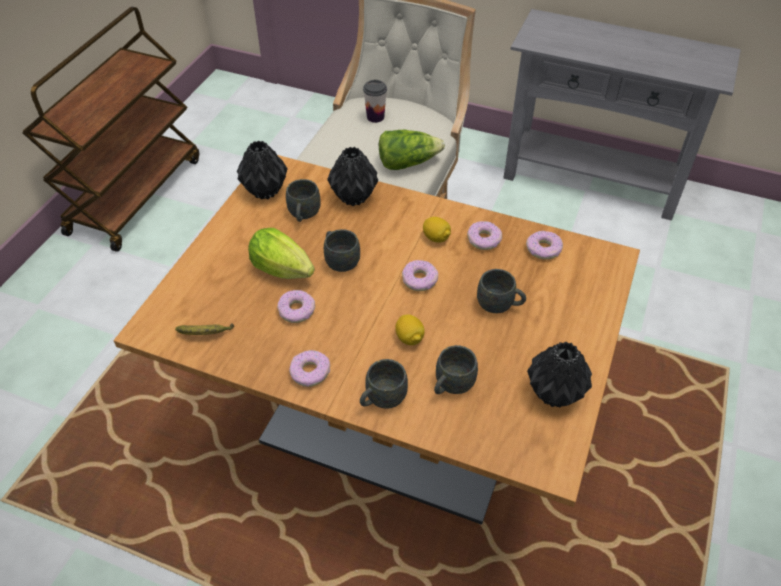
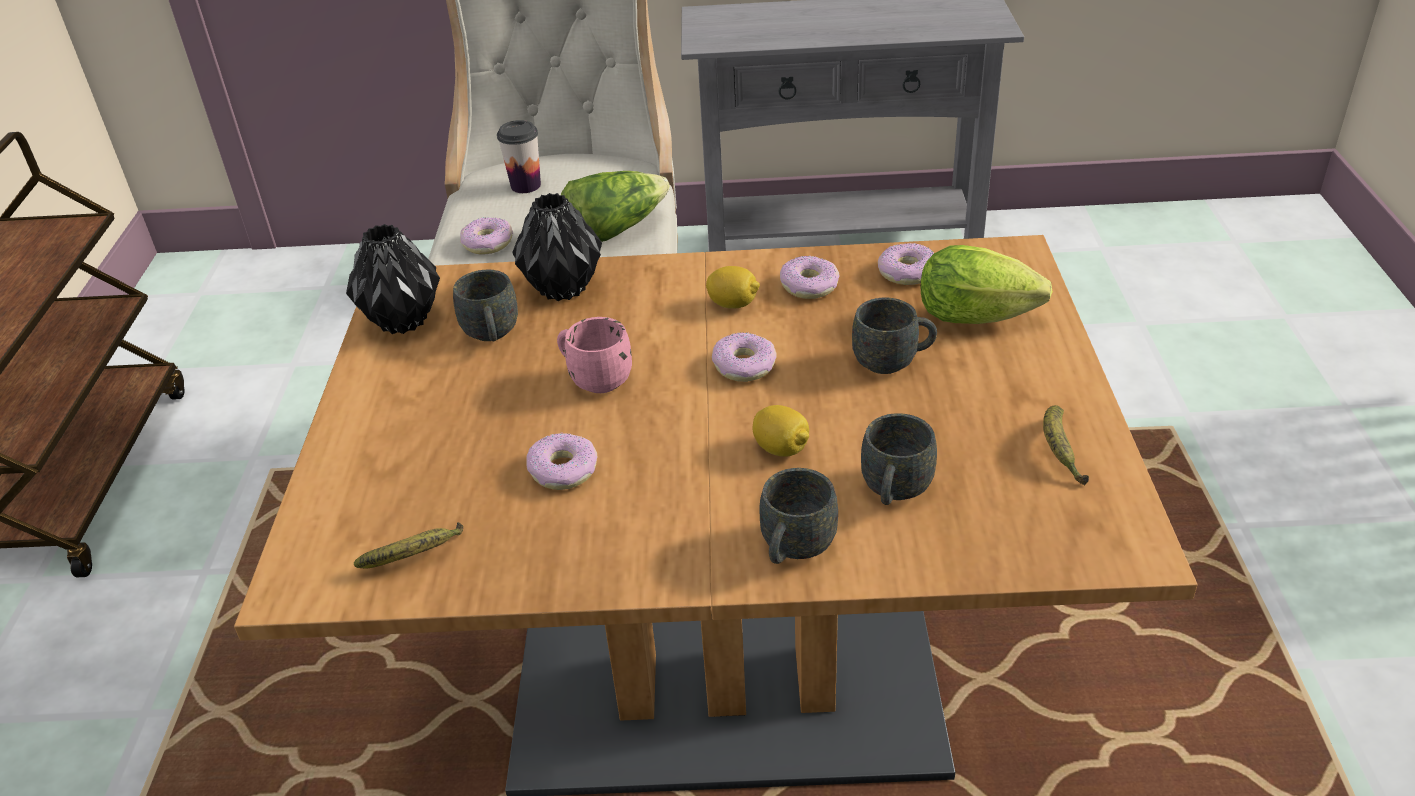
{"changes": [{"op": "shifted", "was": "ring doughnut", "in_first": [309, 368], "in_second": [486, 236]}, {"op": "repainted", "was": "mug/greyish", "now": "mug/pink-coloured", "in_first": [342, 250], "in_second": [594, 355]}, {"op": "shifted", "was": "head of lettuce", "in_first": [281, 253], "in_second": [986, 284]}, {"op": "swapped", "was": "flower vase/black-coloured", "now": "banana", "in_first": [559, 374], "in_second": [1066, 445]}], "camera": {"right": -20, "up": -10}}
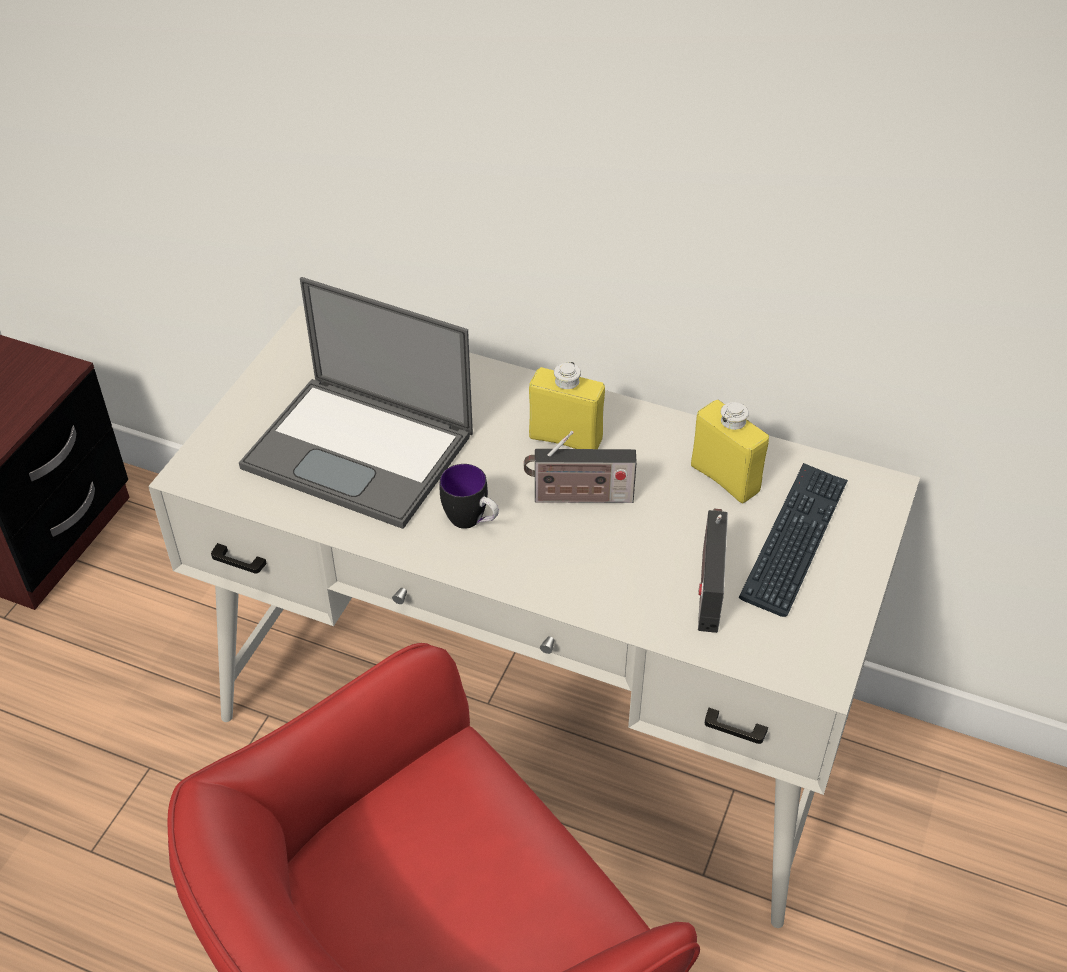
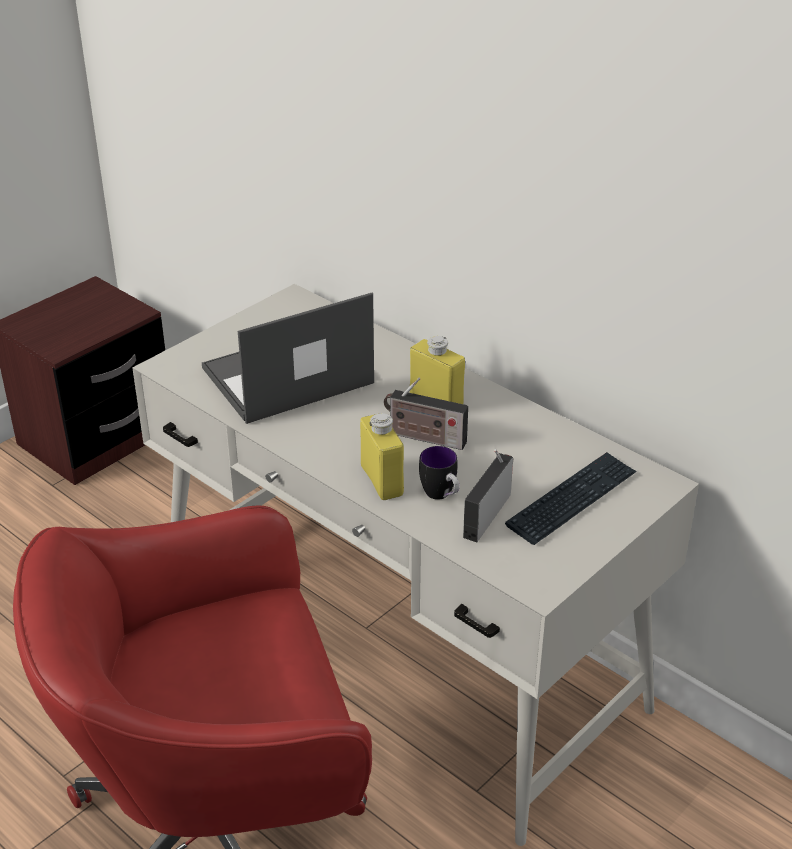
{"changes": [{"op": "rotated", "was": "portable computer", "in_first": [356, 403], "in_second": [288, 358], "clockwise": 105}, {"op": "shifted", "was": "beverage bottle/yellow-coloured", "in_first": [730, 451], "in_second": [382, 456]}, {"op": "shifted", "was": "mug", "in_first": [469, 496], "in_second": [439, 473]}], "camera": {"right": 20, "up": -10}}
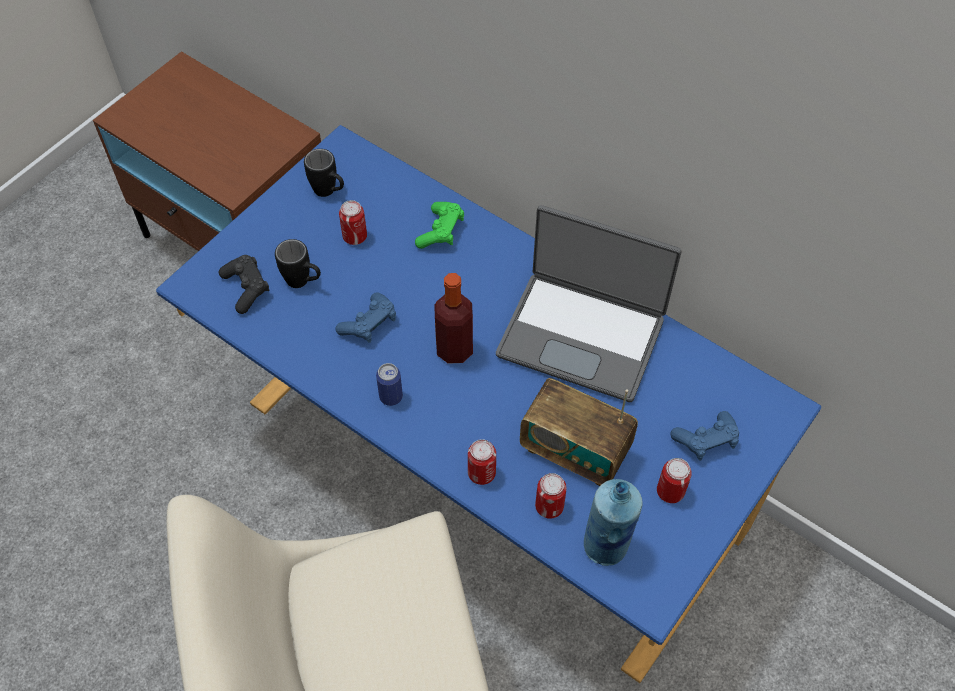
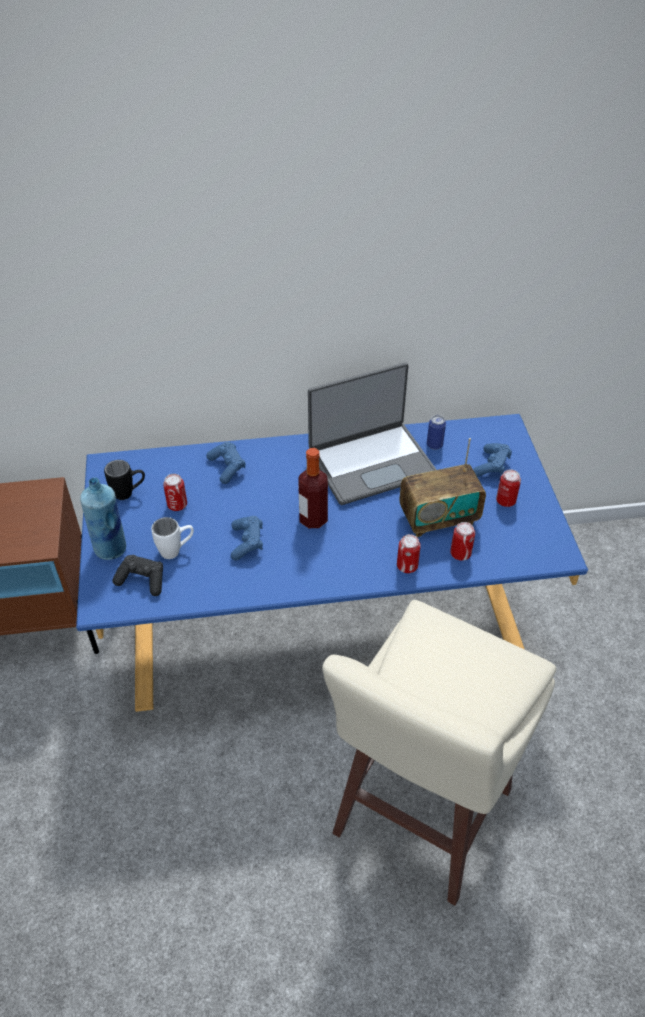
{"changes": [{"op": "shifted", "was": "beverage bottle/bluish", "in_first": [613, 522], "in_second": [103, 519]}, {"op": "repainted", "was": "mug/black-coloured", "now": "mug/white", "in_first": [298, 263], "in_second": [172, 538]}, {"op": "repainted", "was": "game controller/greenish", "now": "game controller/bluish", "in_first": [439, 225], "in_second": [226, 463]}, {"op": "shifted", "was": "can", "in_first": [389, 384], "in_second": [436, 432]}], "camera": {"right": -45, "up": -10}}
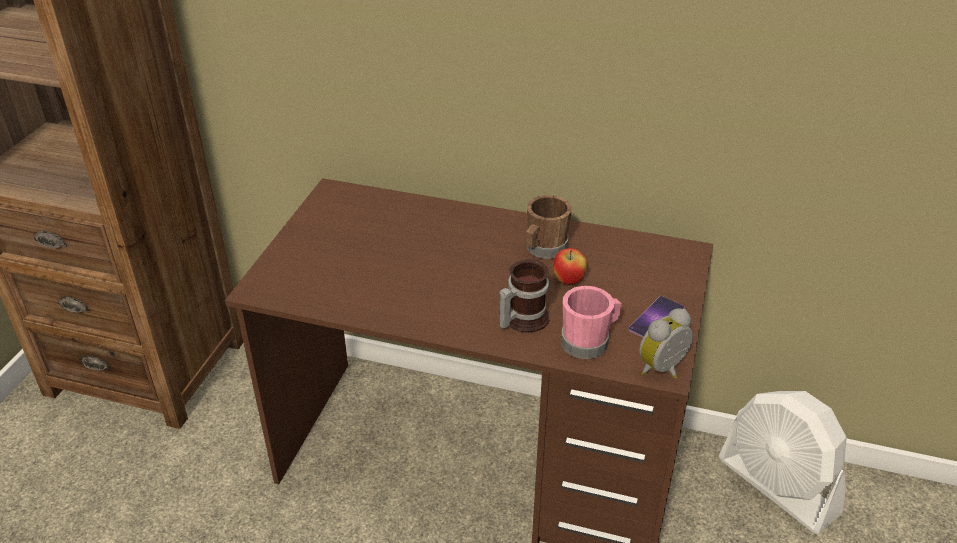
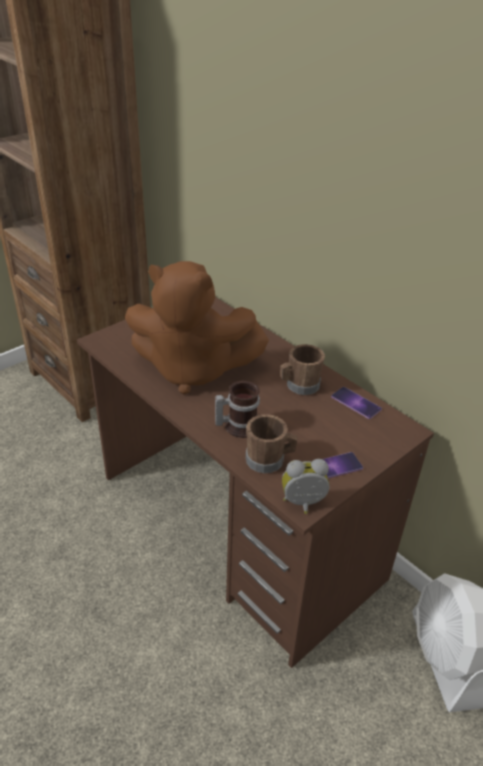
{"changes": [{"op": "new", "now": "plush toy/brown", "in_second": [197, 328]}, {"op": "repainted", "was": "mug/pink-coloured", "now": "mug/brown", "in_first": [591, 322], "in_second": [271, 443]}, {"op": "new", "now": "handset", "in_second": [356, 403]}, {"op": "gone", "was": "whole apple", "in_first": [570, 266]}], "camera": {"right": 30, "up": 0}}
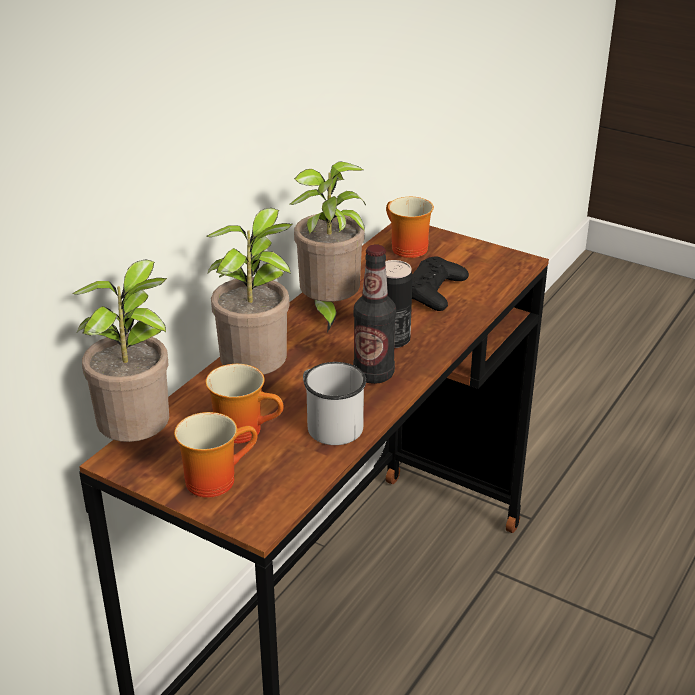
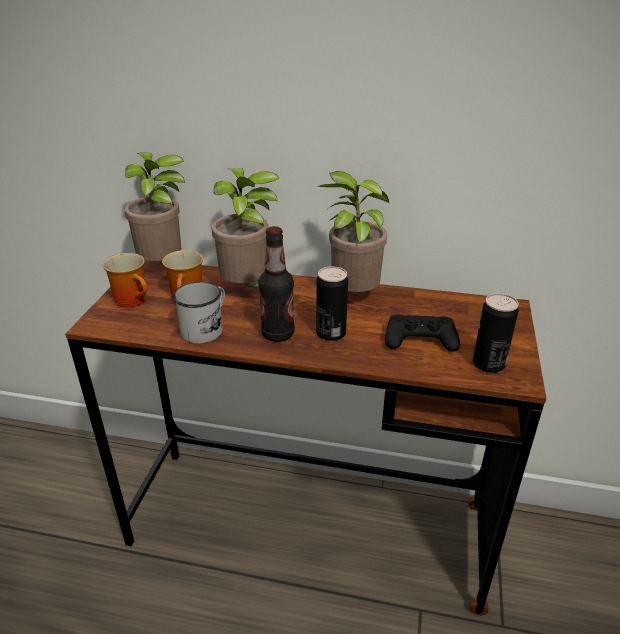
{"changes": [{"op": "new", "now": "can", "in_second": [496, 333]}, {"op": "gone", "was": "mug", "in_first": [410, 227]}], "camera": {"right": 70, "up": 0}}
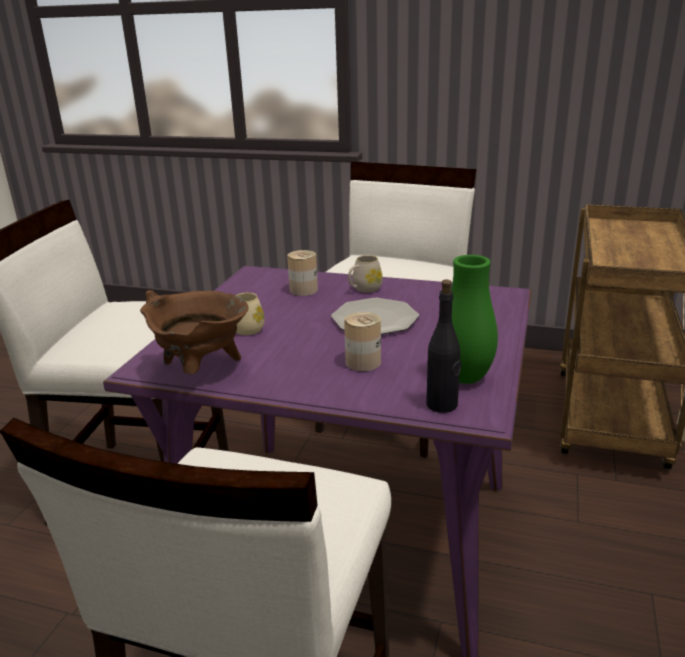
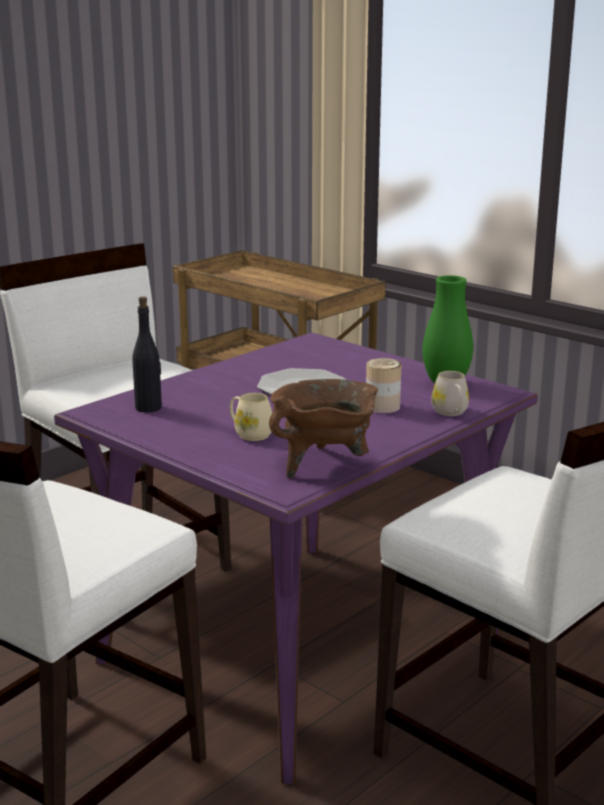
{"changes": [{"op": "shifted", "was": "beverage bottle/black-coloured", "in_first": [443, 346], "in_second": [147, 354]}, {"op": "shifted", "was": "mug/white", "in_first": [365, 274], "in_second": [450, 393]}, {"op": "gone", "was": "can", "in_first": [302, 273]}], "camera": {"right": -65, "up": -5}}
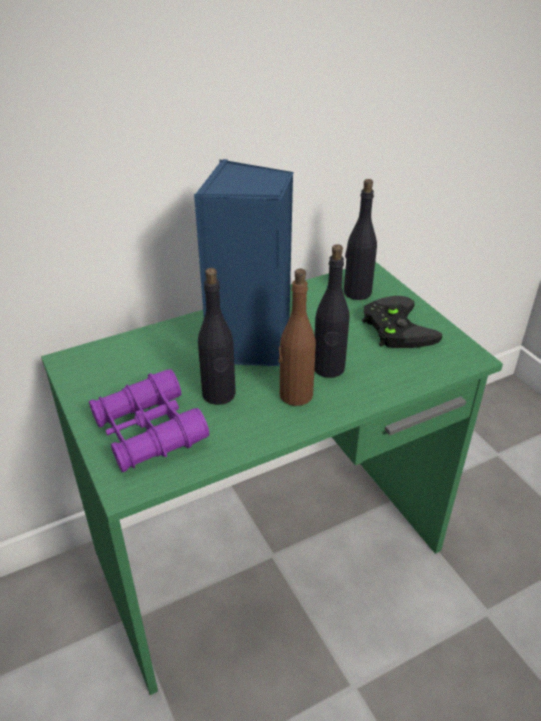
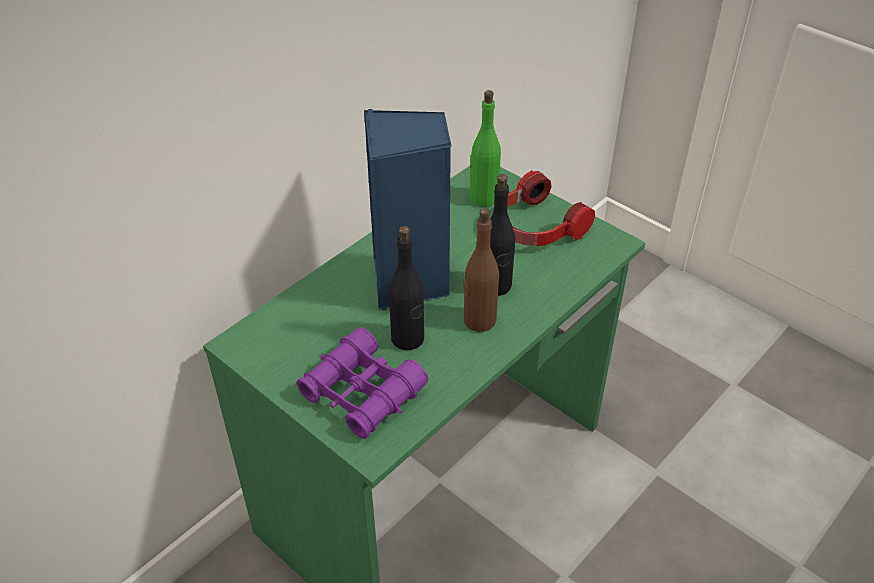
{"changes": [{"op": "repainted", "was": "beverage bottle/black-coloured", "now": "beverage bottle/greenish", "in_first": [360, 239], "in_second": [485, 148]}, {"op": "swapped", "was": "game controller/black-coloured", "now": "pair of headphones", "in_first": [402, 322], "in_second": [551, 208]}], "camera": {"right": -20, "up": 5}}
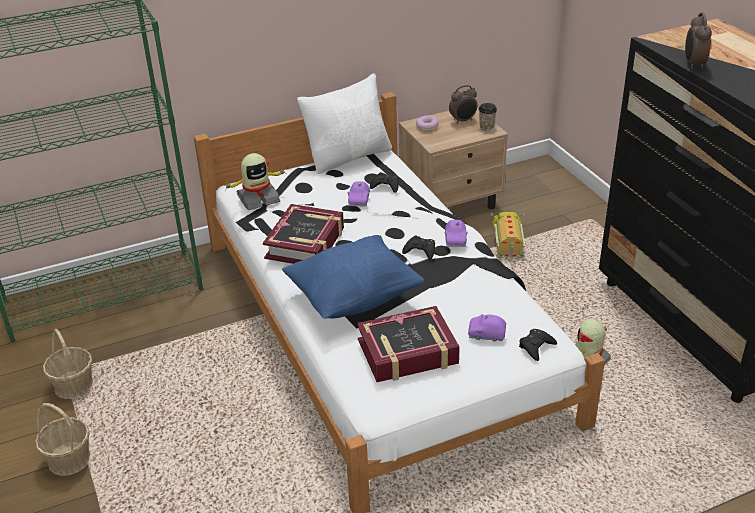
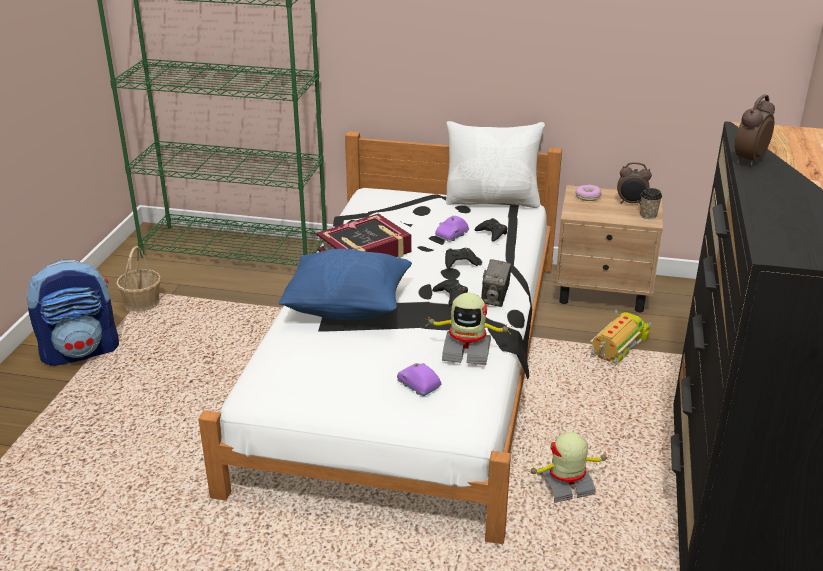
{"changes": [{"op": "swapped", "was": "household basket", "now": "backpack", "in_first": [62, 439], "in_second": [72, 312]}, {"op": "shifted", "was": "model robot", "in_first": [256, 181], "in_second": [468, 329]}, {"op": "shifted", "was": "game controller/black-coloured", "in_first": [538, 345], "in_second": [462, 258]}, {"op": "swapped", "was": "miniature car/purplish", "now": "still camera", "in_first": [456, 233], "in_second": [496, 283]}, {"op": "gone", "was": "bound book", "in_first": [408, 344]}], "camera": {"right": 35, "up": -5}}
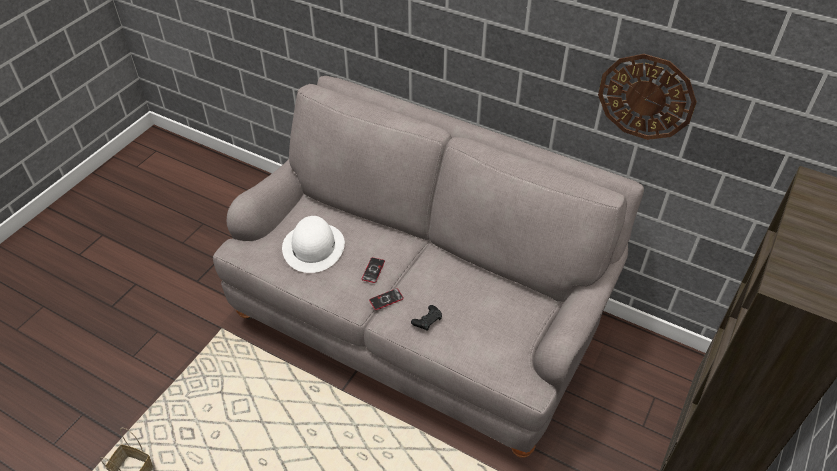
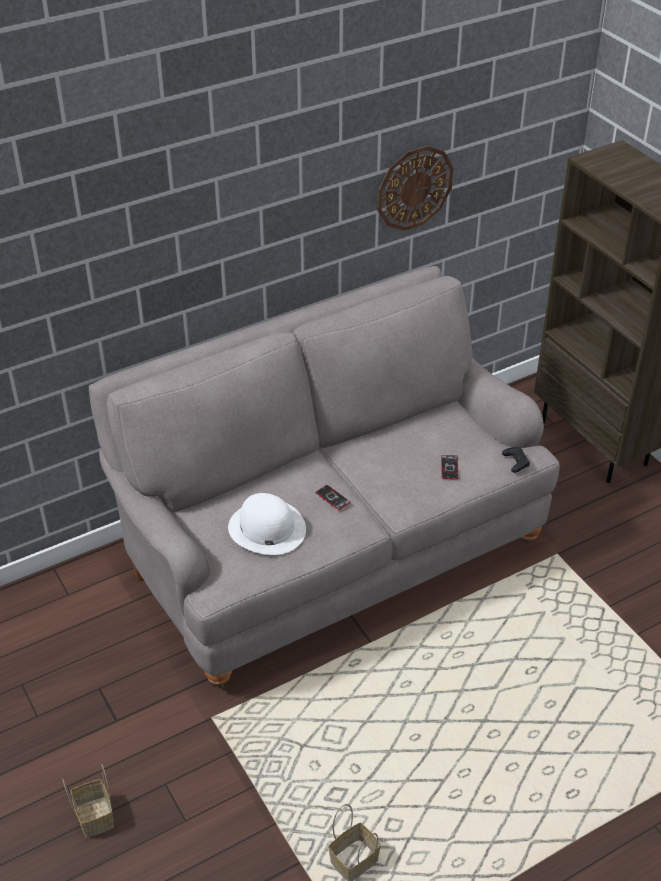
{"changes": [{"op": "new", "now": "household basket", "in_second": [88, 801]}, {"op": "shifted", "was": "handset", "in_first": [386, 299], "in_second": [450, 467]}, {"op": "shifted", "was": "game controller/black-coloured", "in_first": [426, 318], "in_second": [516, 459]}], "camera": {"right": -60, "up": -5}}
